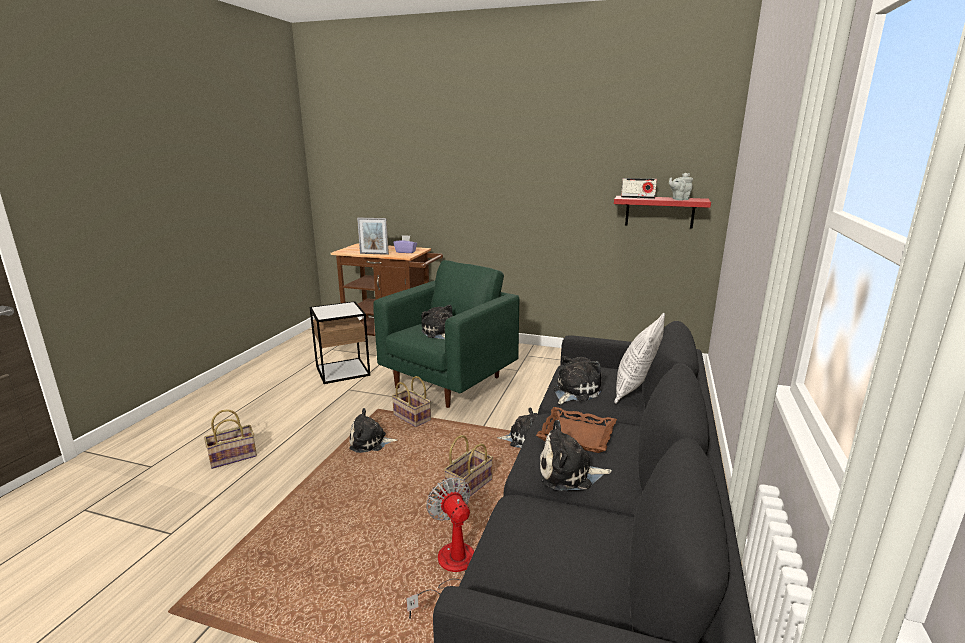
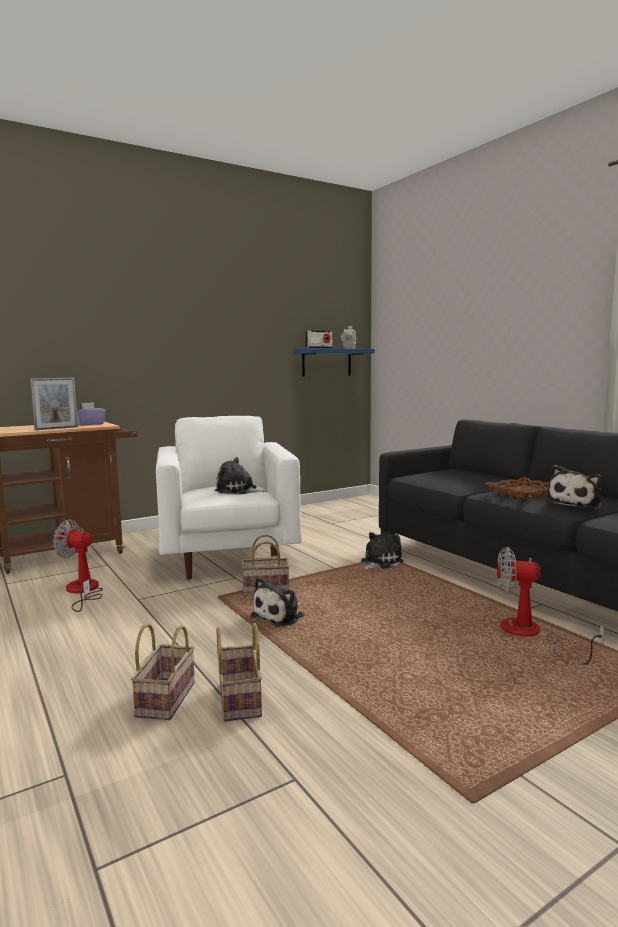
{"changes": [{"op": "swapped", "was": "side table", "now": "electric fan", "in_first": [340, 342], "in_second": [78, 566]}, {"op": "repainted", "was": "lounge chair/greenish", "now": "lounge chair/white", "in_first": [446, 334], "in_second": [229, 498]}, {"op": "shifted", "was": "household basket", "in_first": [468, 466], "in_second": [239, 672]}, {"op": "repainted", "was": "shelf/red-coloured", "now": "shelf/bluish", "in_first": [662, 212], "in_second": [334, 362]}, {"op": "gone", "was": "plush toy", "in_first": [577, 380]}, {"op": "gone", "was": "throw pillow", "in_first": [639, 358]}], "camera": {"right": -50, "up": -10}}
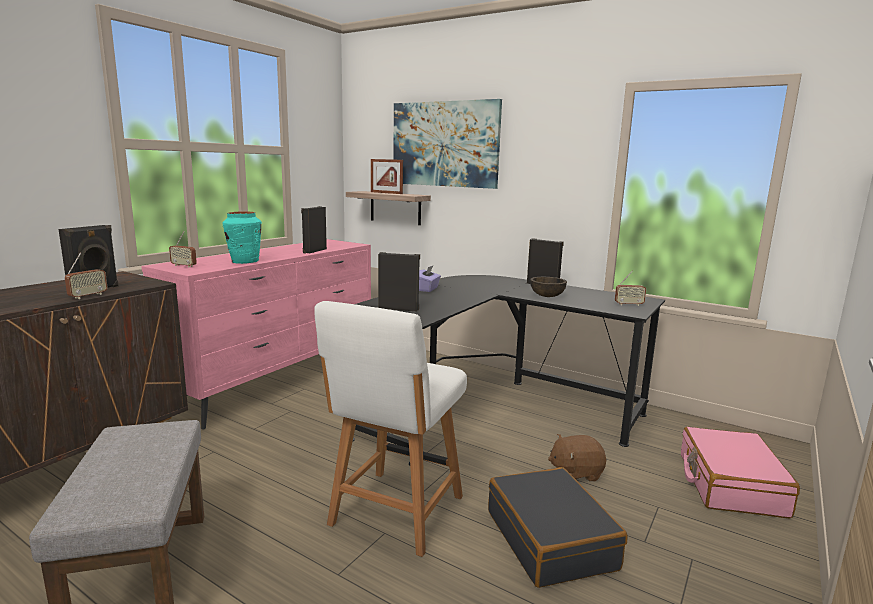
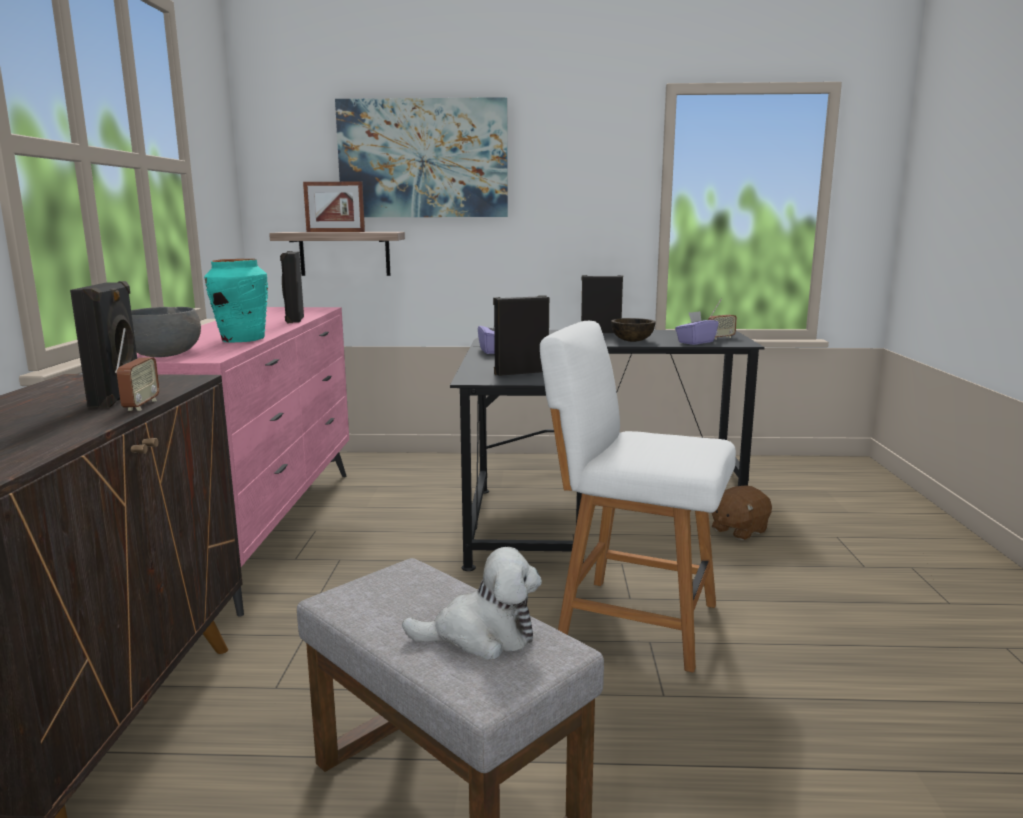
{"changes": [{"op": "swapped", "was": "radio", "now": "deep dish/greyish", "in_first": [183, 249], "in_second": [166, 332]}, {"op": "new", "now": "plush toy", "in_second": [472, 603]}, {"op": "rotated", "was": "chair/white", "in_first": [390, 429], "in_second": [638, 497], "clockwise": 120}, {"op": "new", "now": "tissue holder/purplish", "in_second": [697, 328]}, {"op": "gone", "was": "piece of luggage/black-coloured", "in_first": [557, 527]}, {"op": "gone", "was": "piece of luggage/pink-coloured", "in_first": [740, 473]}], "camera": {"right": -30, "up": 0}}
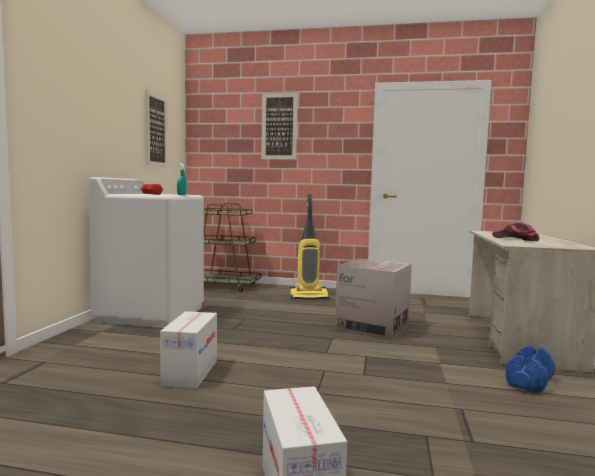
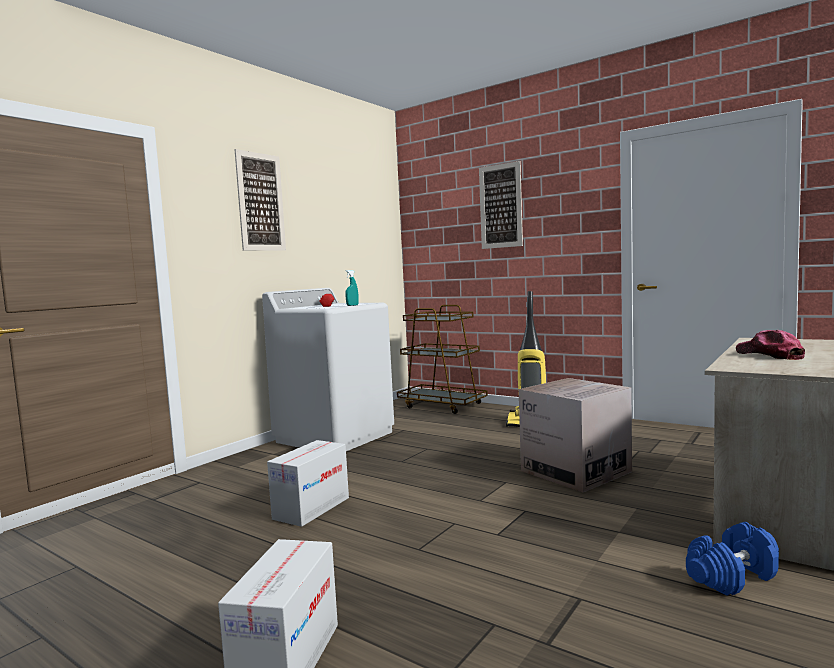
{"changes": [{"op": "shifted", "was": "picture", "in_first": [157, 128], "in_second": [260, 200]}], "camera": {"right": 25, "up": 0}}
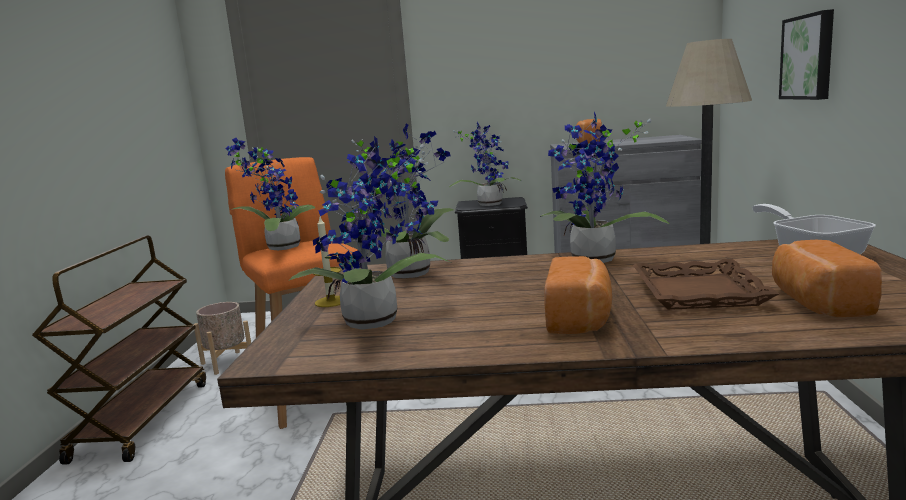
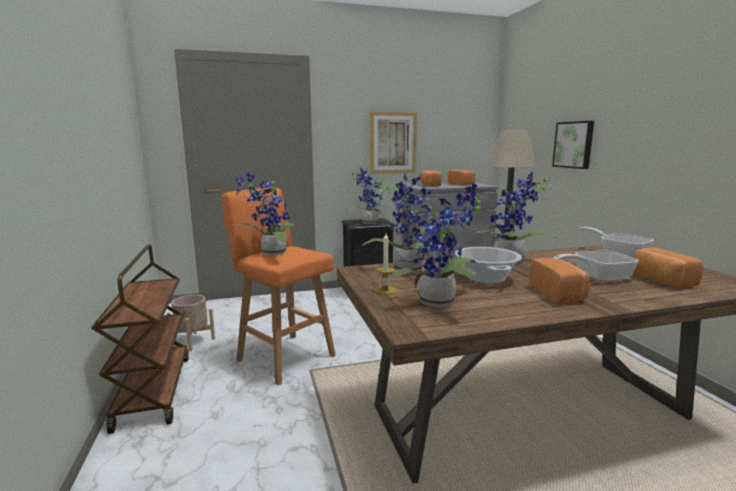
{"changes": [{"op": "new", "now": "picture", "in_second": [393, 143]}, {"op": "new", "now": "baked bread", "in_second": [461, 178]}, {"op": "new", "now": "stockpot", "in_second": [488, 265]}, {"op": "swapped", "was": "serving tray/brown", "now": "skillet", "in_first": [706, 284], "in_second": [596, 266]}], "camera": {"right": -20, "up": 0}}
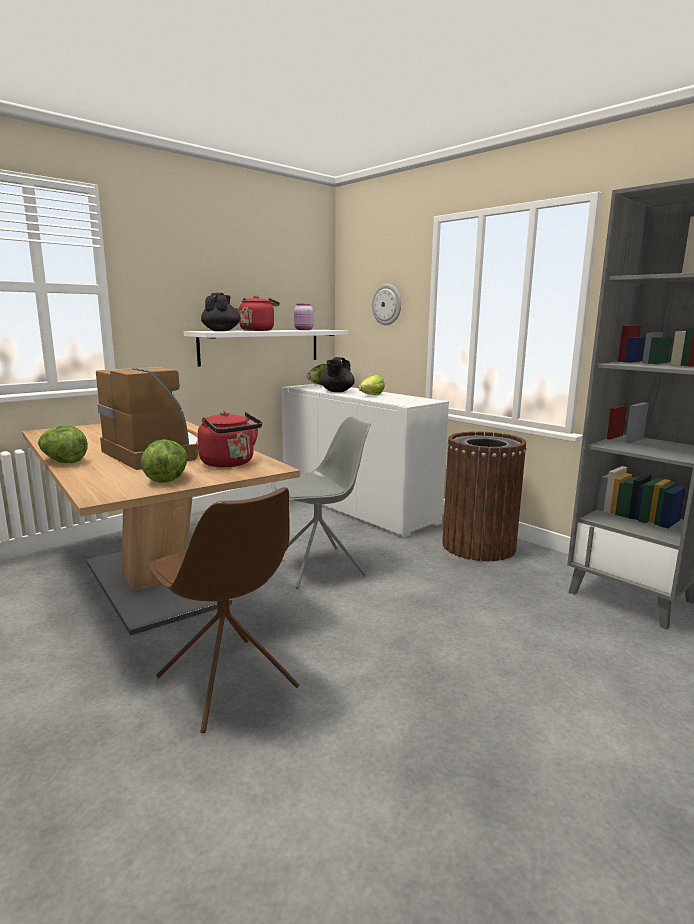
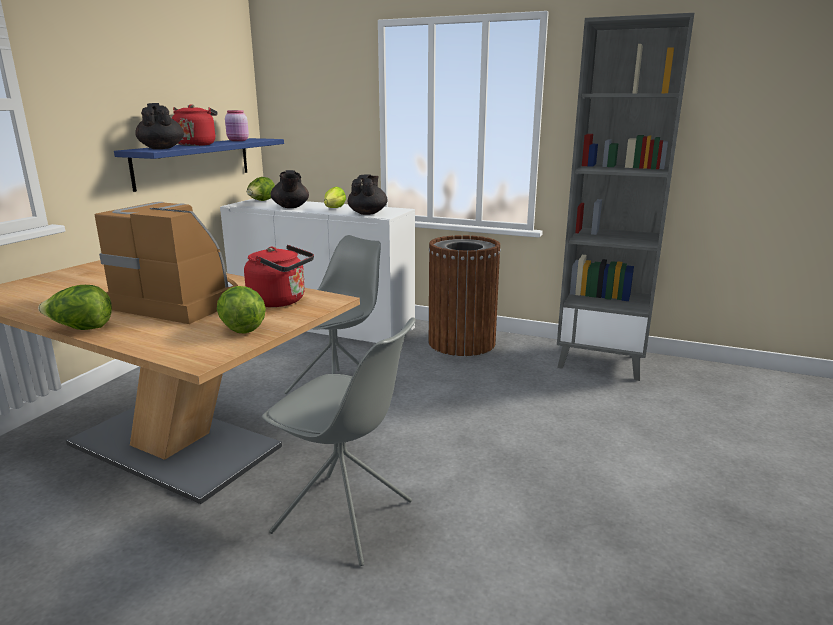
{"changes": [{"op": "repainted", "was": "shelf/white", "now": "shelf/bluish", "in_first": [266, 348], "in_second": [199, 165]}, {"op": "repainted", "was": "chair/brown", "now": "chair/greyish", "in_first": [224, 610], "in_second": [339, 441]}, {"op": "new", "now": "teapot/black-coloured", "in_second": [368, 194]}, {"op": "gone", "was": "clock on the wall", "in_first": [386, 304]}], "camera": {"right": -25, "up": 5}}
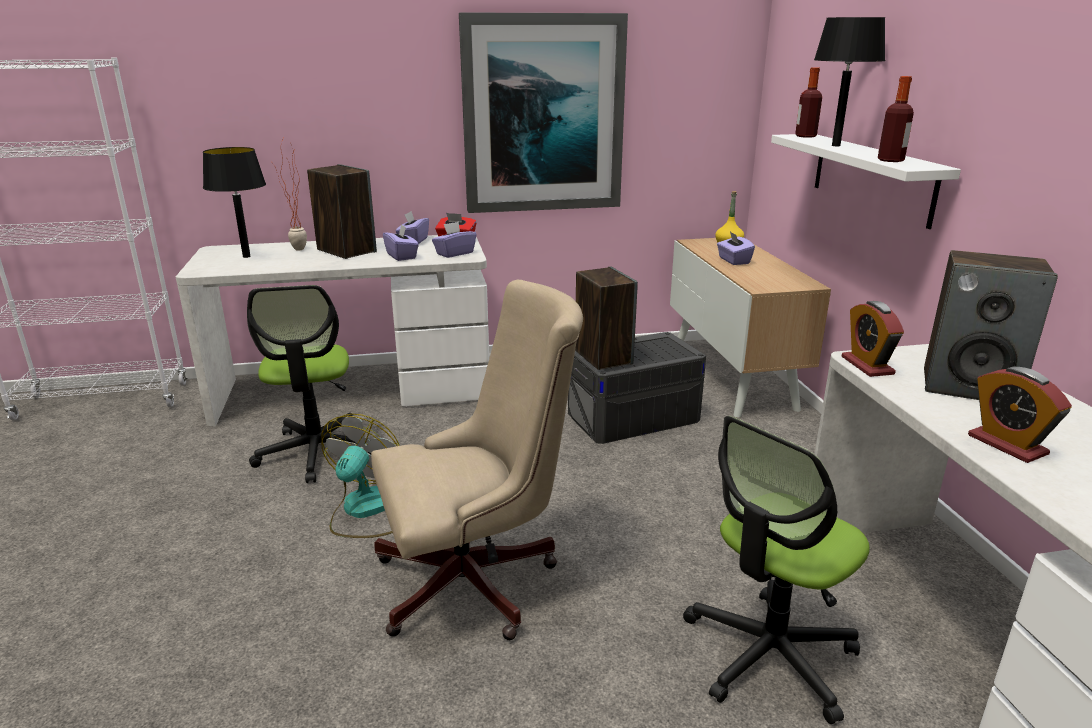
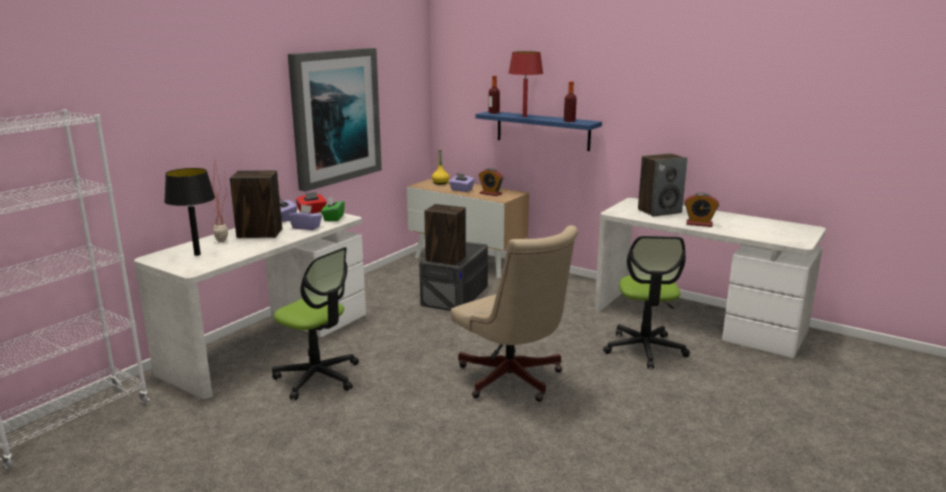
{"changes": [{"op": "repainted", "was": "tissue holder/purplish", "now": "tissue holder/greenish", "in_first": [454, 239], "in_second": [333, 208]}, {"op": "rotated", "was": "computer chair/beige", "in_first": [477, 460], "in_second": [514, 313], "clockwise": 120}, {"op": "repainted", "was": "shelf/white", "now": "shelf/bluish", "in_first": [866, 181], "in_second": [538, 131]}, {"op": "shifted", "was": "alarm clock", "in_first": [873, 339], "in_second": [491, 182]}, {"op": "repainted", "was": "table lamp/black-coloured", "now": "table lamp/red-coloured", "in_first": [849, 81], "in_second": [526, 84]}, {"op": "gone", "was": "electric fan", "in_first": [360, 476]}], "camera": {"right": -45, "up": -5}}
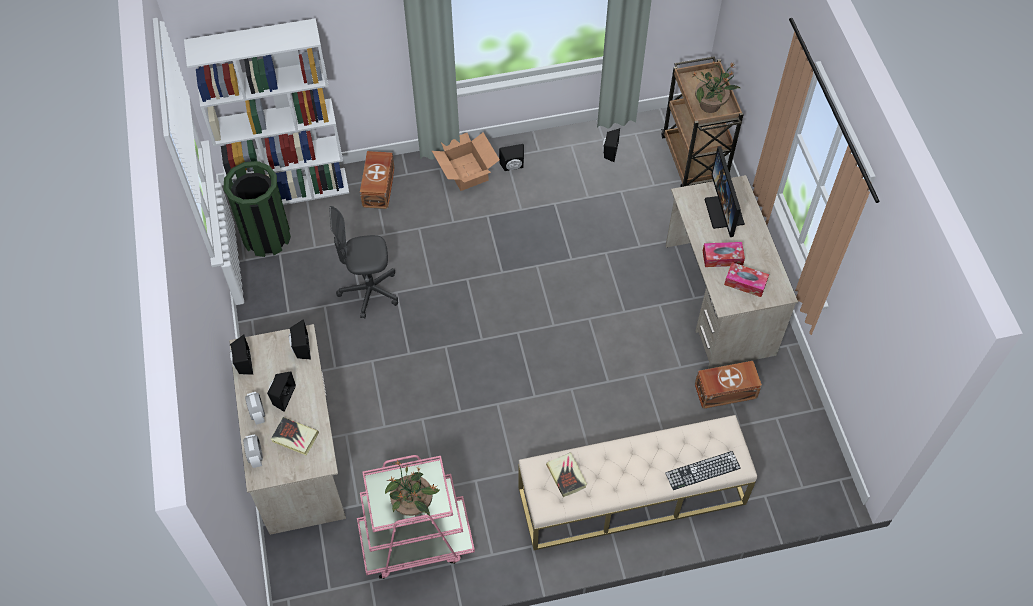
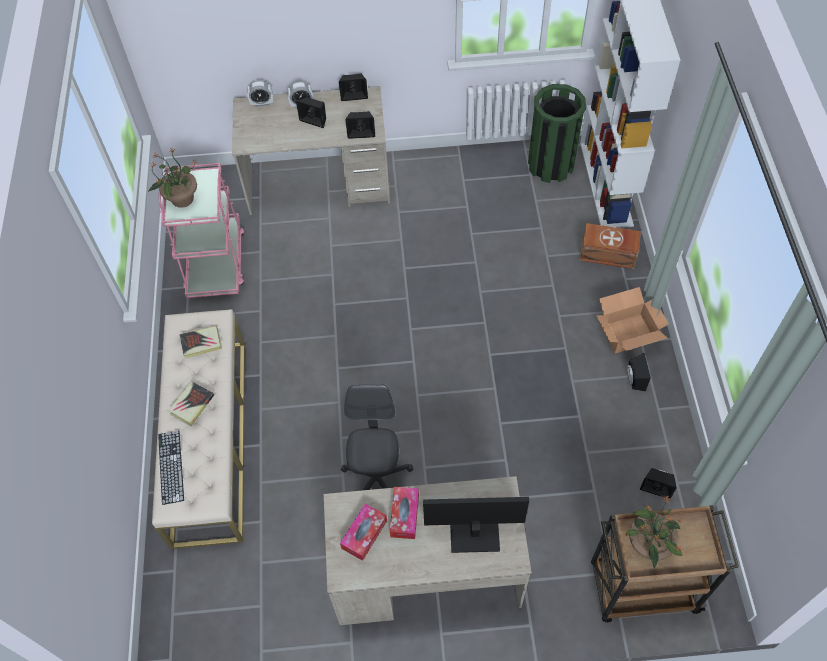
{"changes": [{"op": "shifted", "was": "bound book", "in_first": [294, 436], "in_second": [191, 403]}, {"op": "shifted", "was": "computer chair/greyish", "in_first": [363, 262], "in_second": [377, 437]}, {"op": "gone", "was": "storage container/brown", "in_first": [728, 385]}], "camera": {"right": 100, "up": 0}}
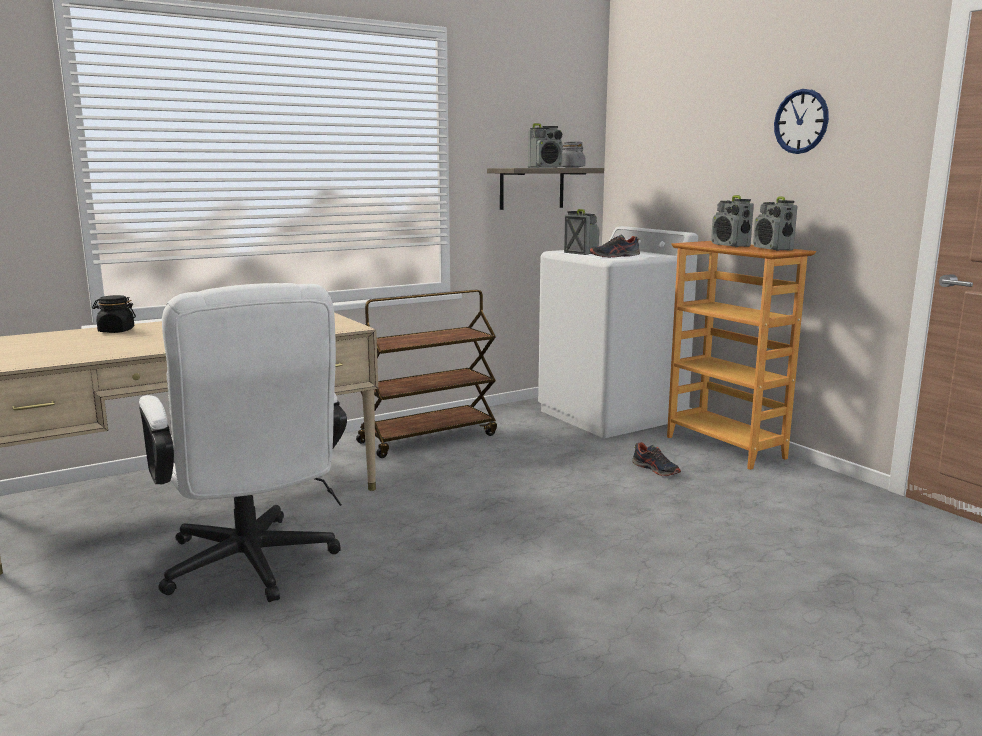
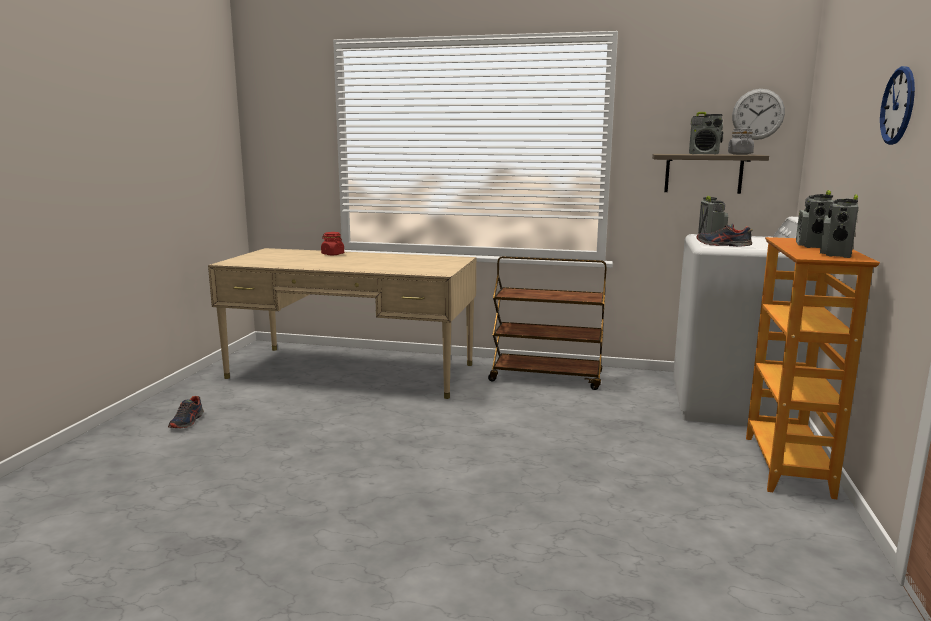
{"changes": [{"op": "shifted", "was": "shoe", "in_first": [656, 459], "in_second": [186, 412]}, {"op": "repainted", "was": "preserve jar/black-coloured", "now": "preserve jar/red-coloured", "in_first": [114, 314], "in_second": [332, 243]}, {"op": "new", "now": "clock on the wall", "in_second": [758, 114]}, {"op": "gone", "was": "computer chair/white", "in_first": [243, 442]}], "camera": {"right": 45, "up": 0}}
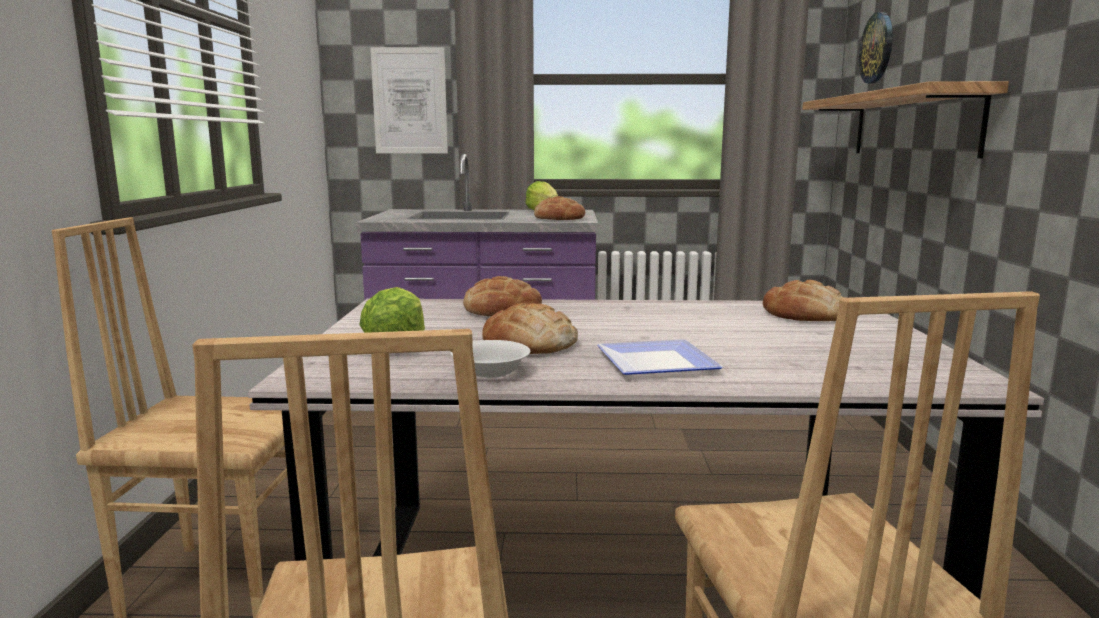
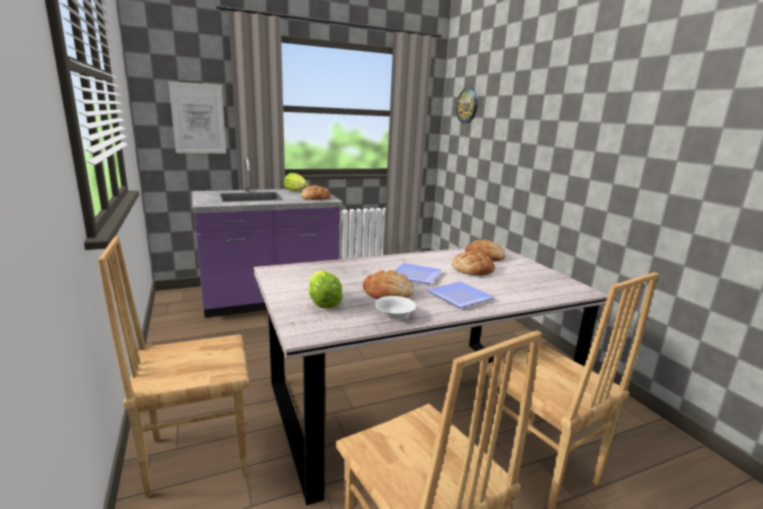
{"changes": [{"op": "new", "now": "dinner plate", "in_second": [418, 273]}, {"op": "shifted", "was": "baked bread", "in_first": [502, 296], "in_second": [473, 263]}, {"op": "gone", "was": "shelf", "in_first": [905, 119]}], "camera": {"right": -25, "up": 5}}
